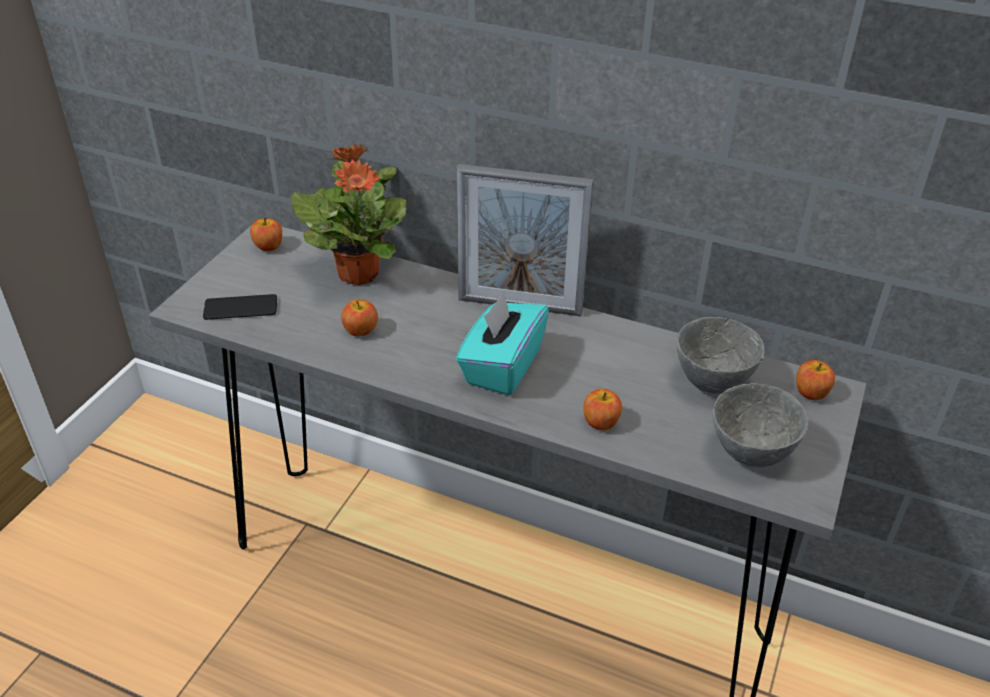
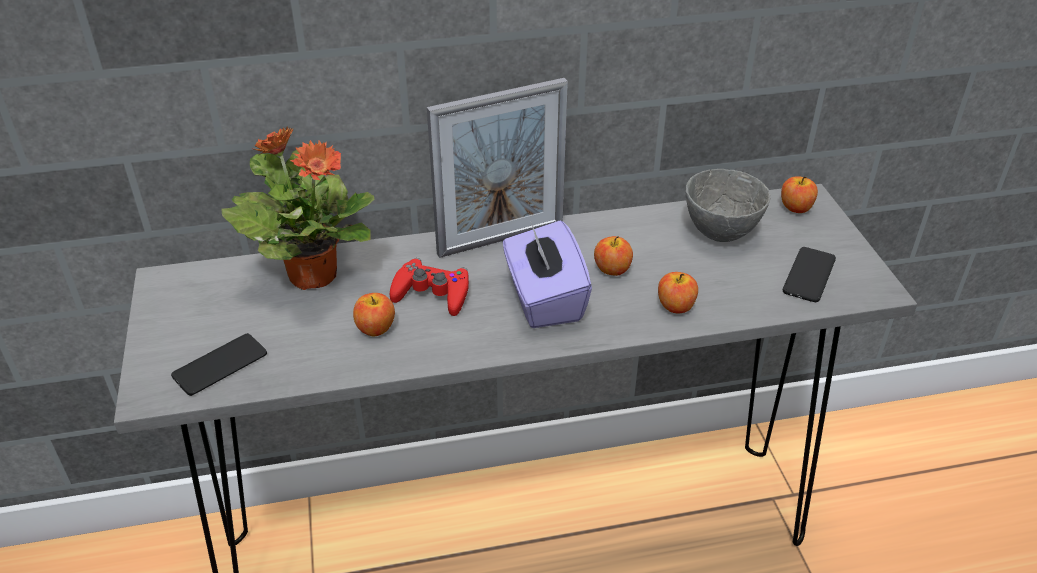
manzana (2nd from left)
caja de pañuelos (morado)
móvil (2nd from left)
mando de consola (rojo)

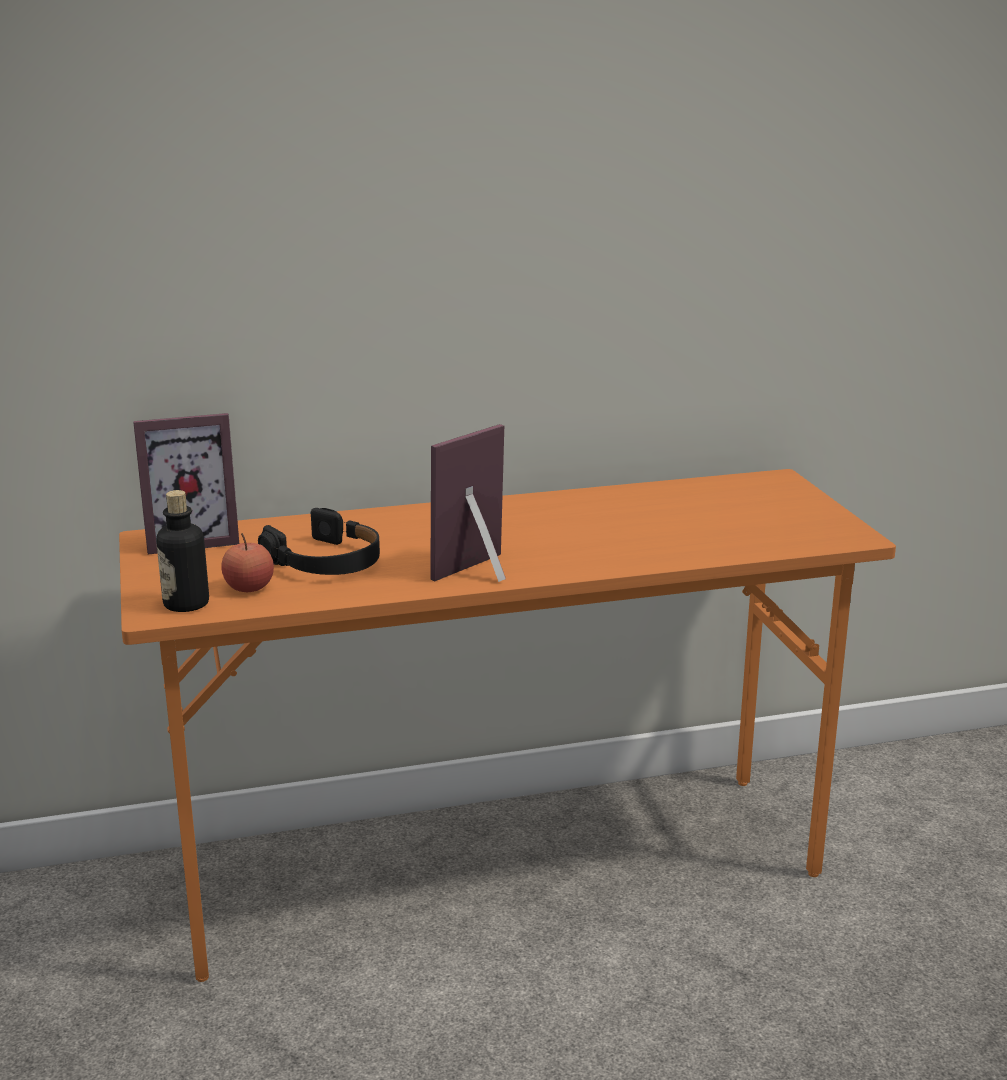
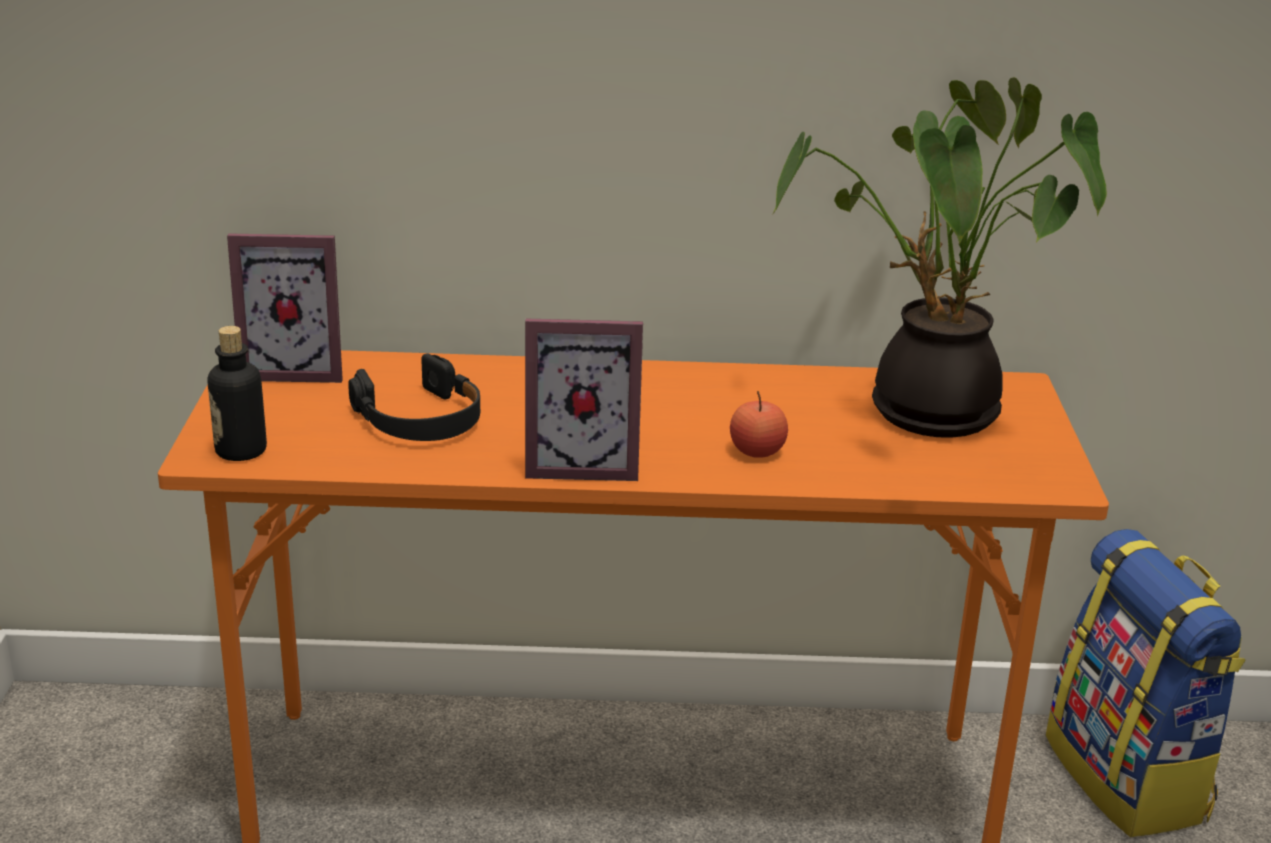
manzana
portarretratos (2nd from left)
planta en maceta
mochila

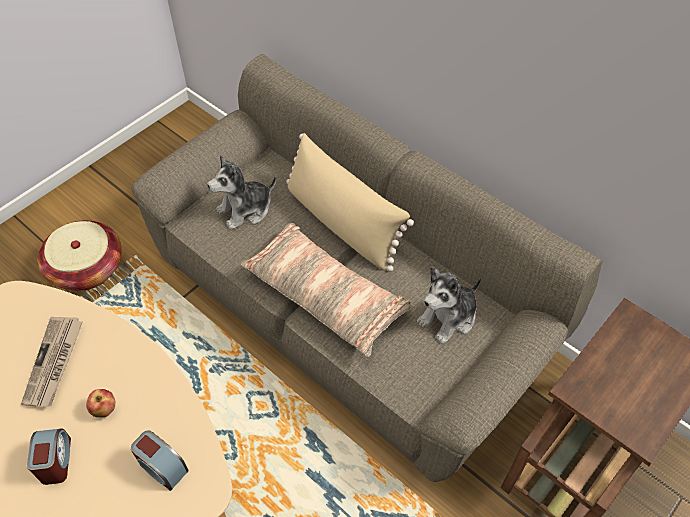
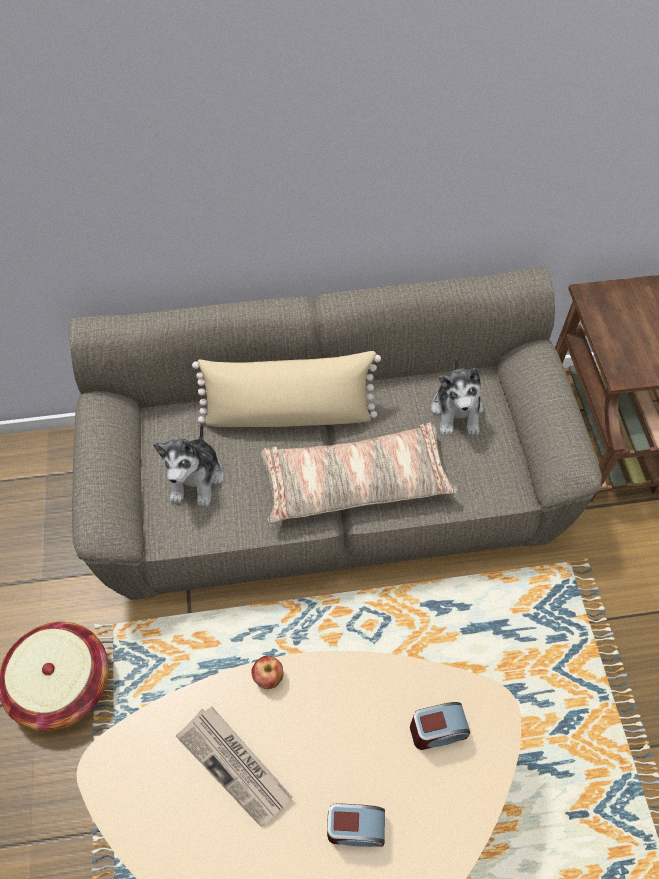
despertador (1st from left)
manzana

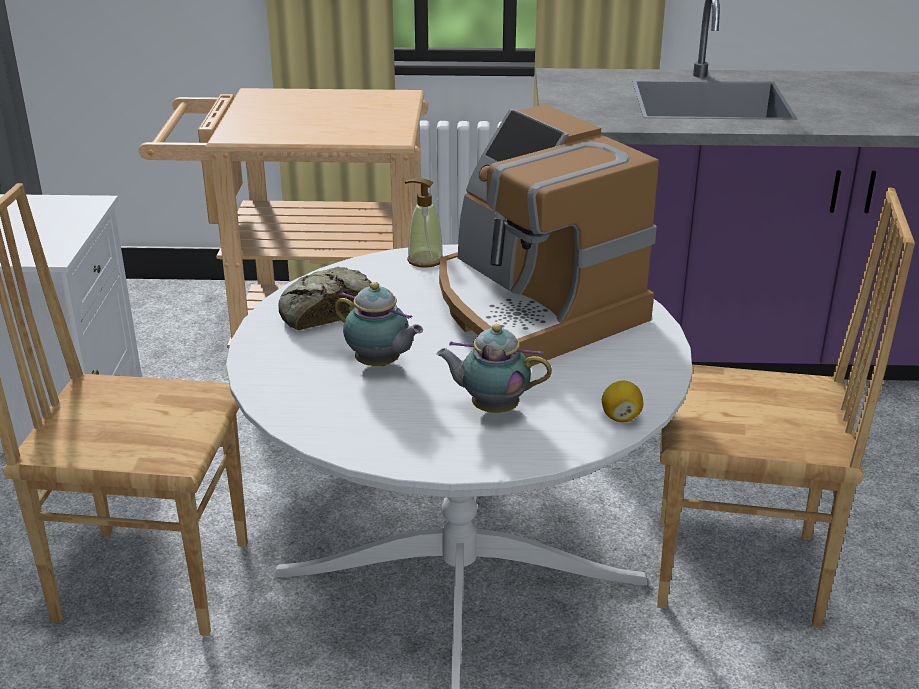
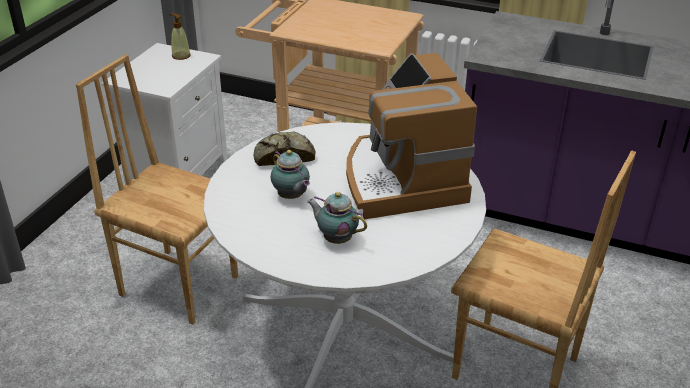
dispensador de jabón
limón

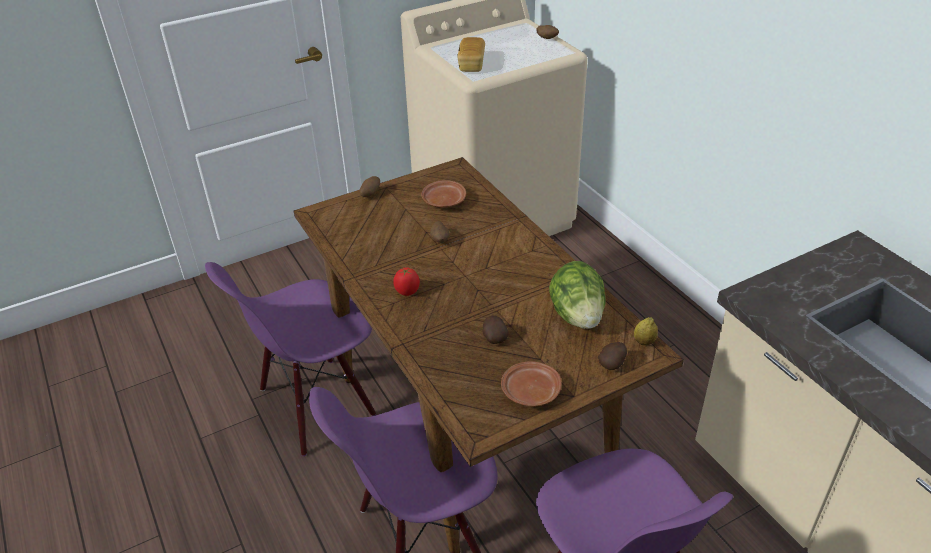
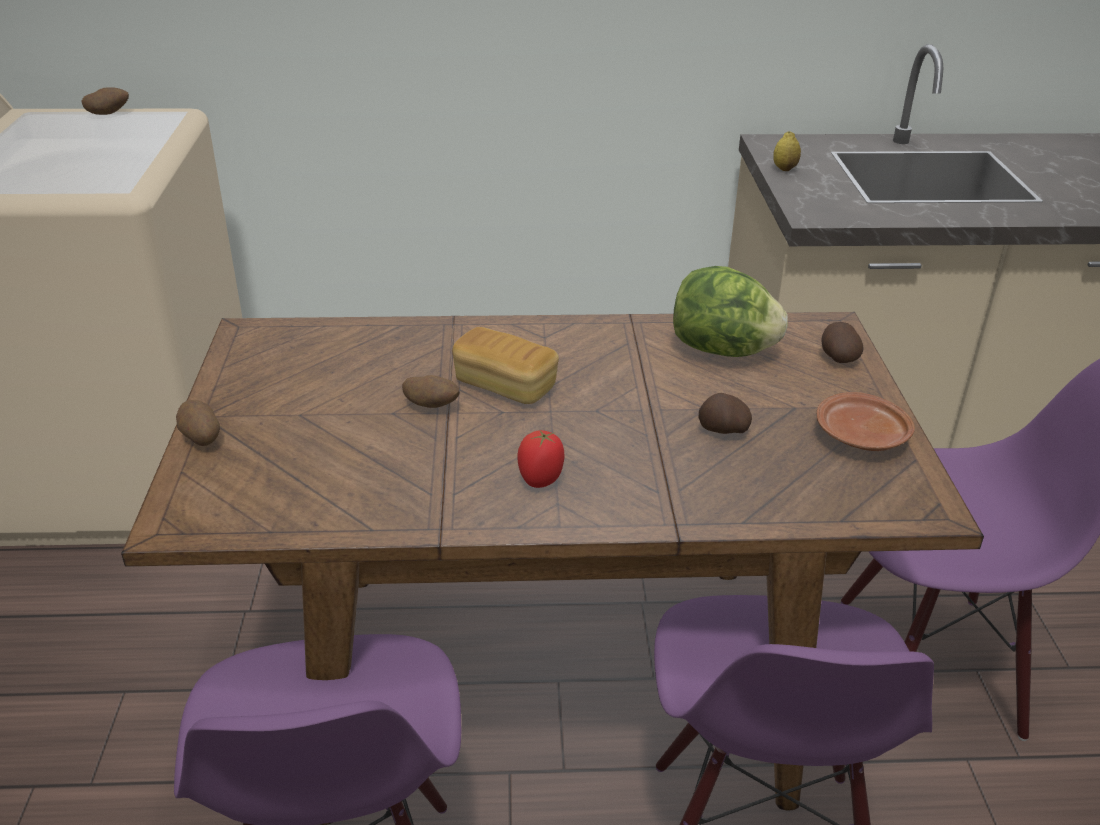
plato (marrón) (1st from left in the first image)
pan
limón

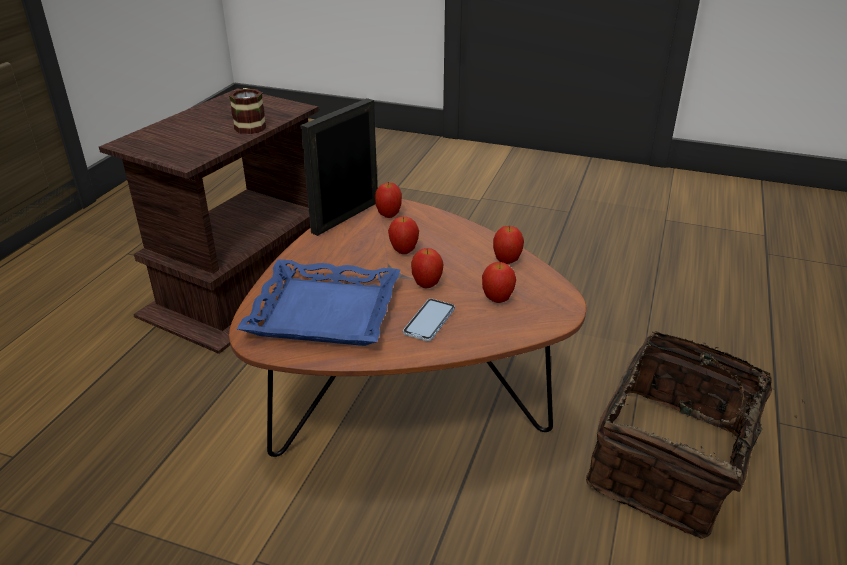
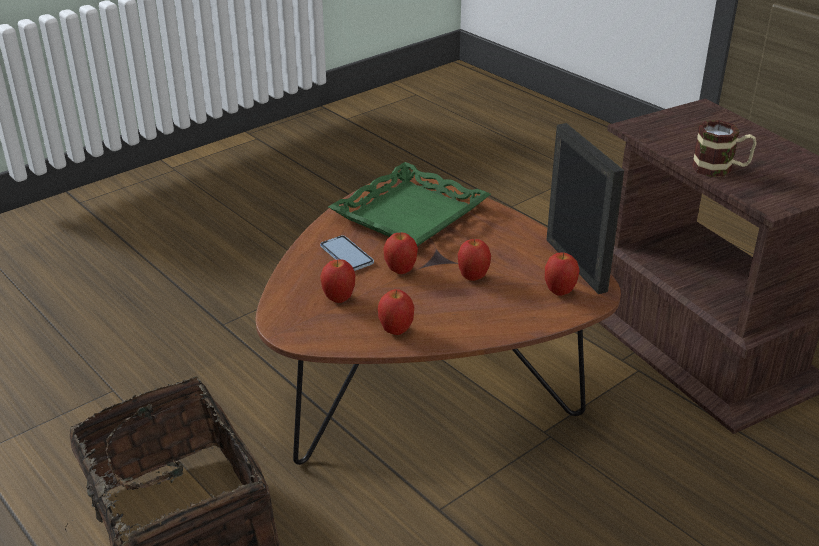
bandeja (verde)

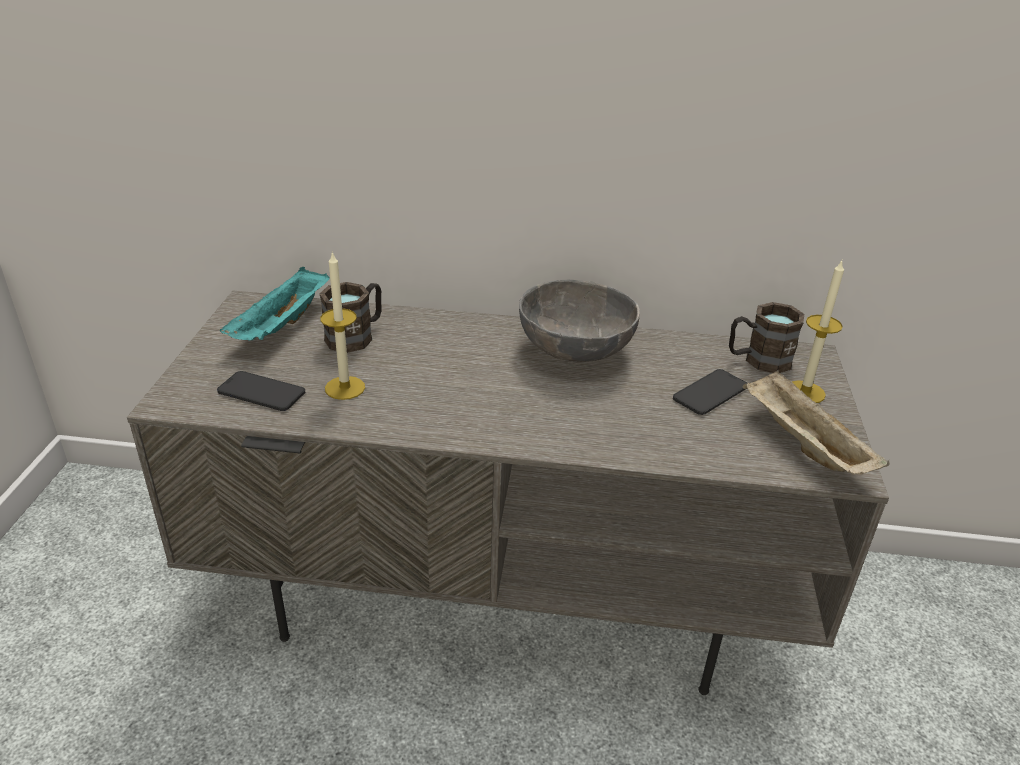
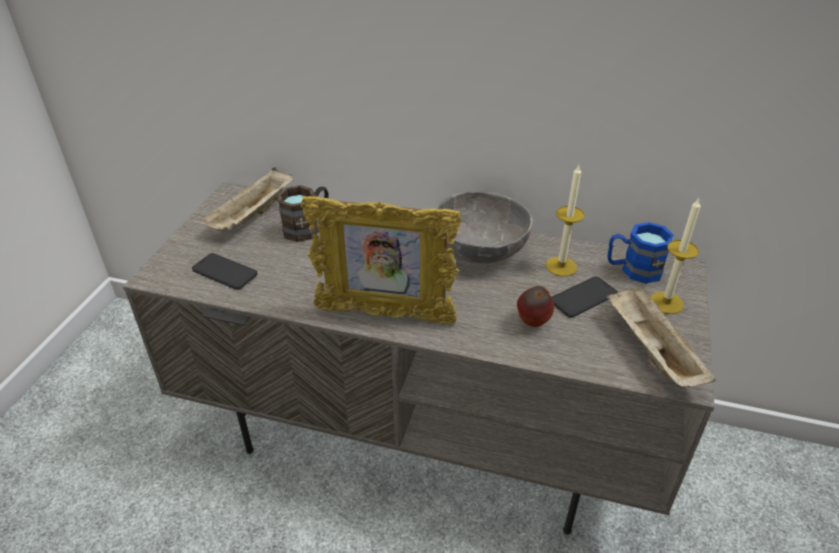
bandeja (beis) (1st from left)
vela (1st from left)
taza grande (azul)
portarretratos
manzana

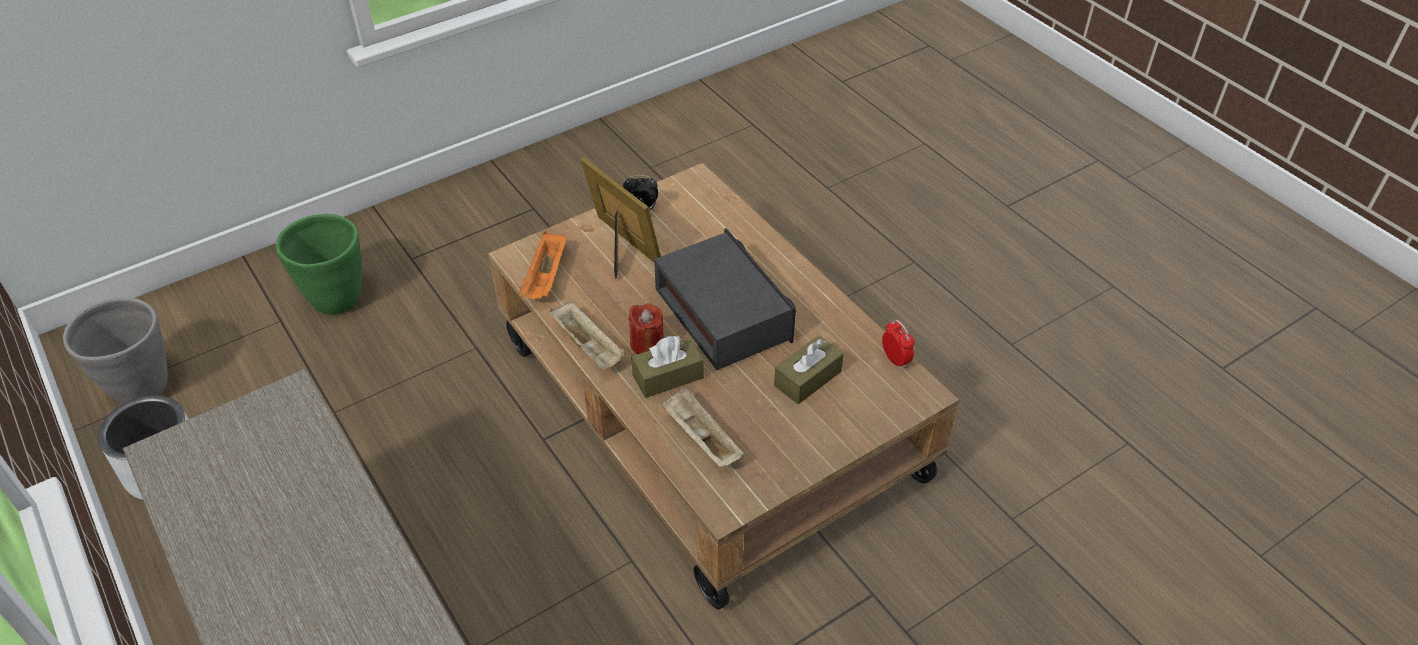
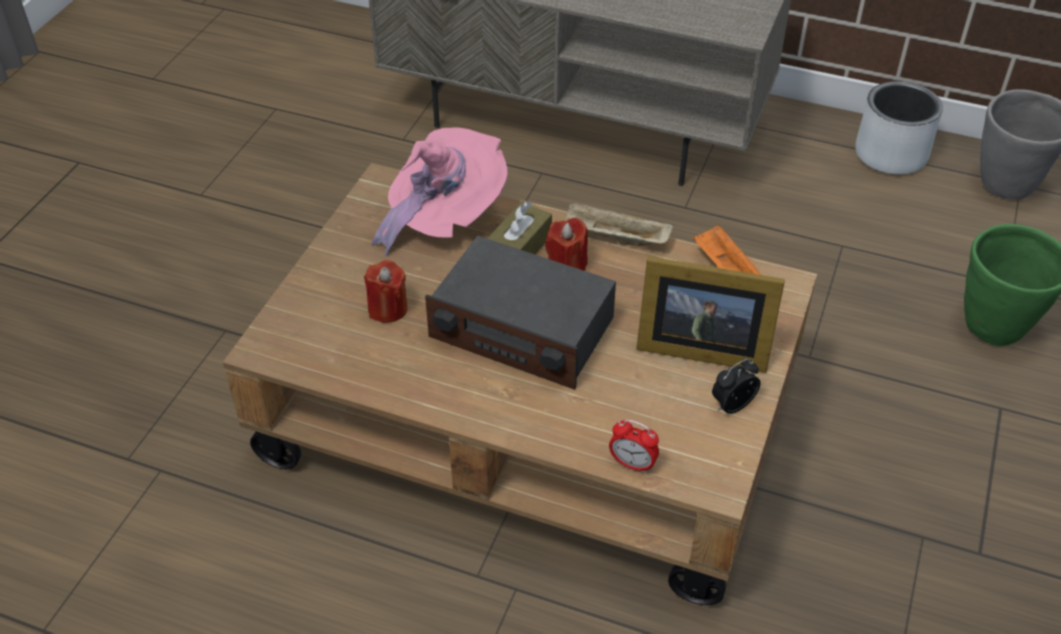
sombrero (rosa)
vela (rojo) (1st from left)
despertador (1st from left)

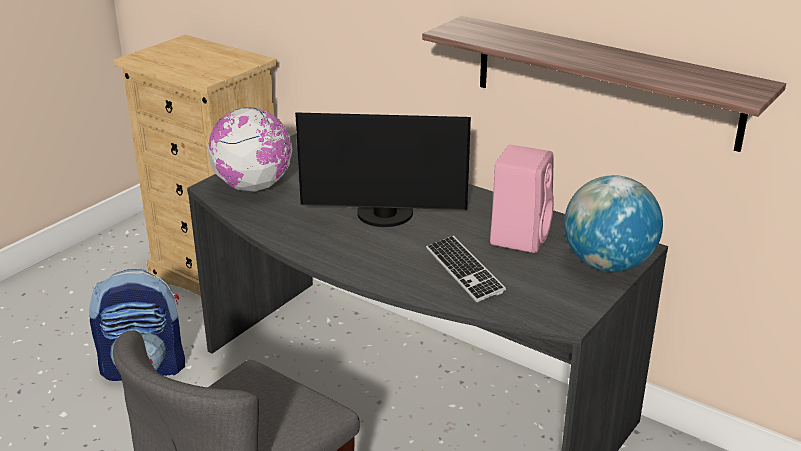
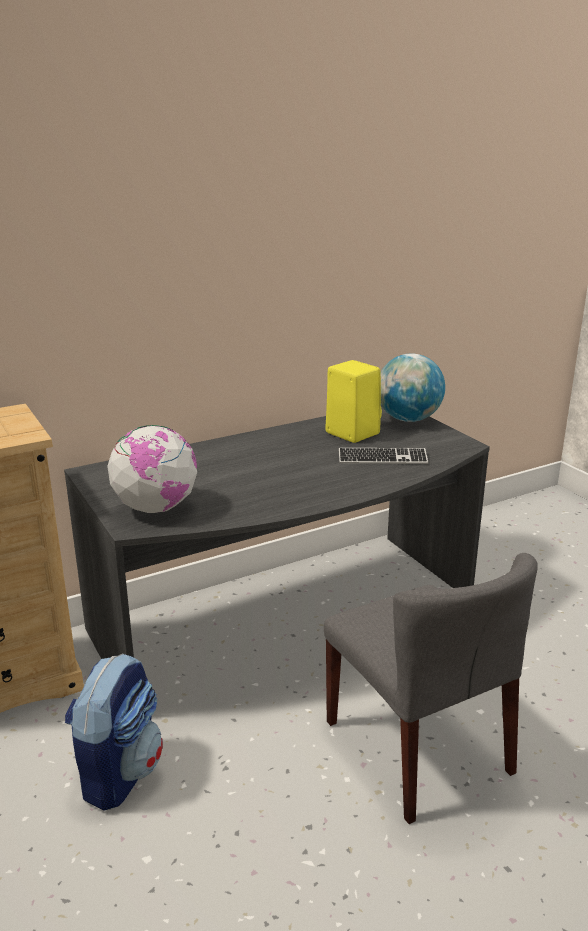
monitor
estante
altavoz (amarillo)

